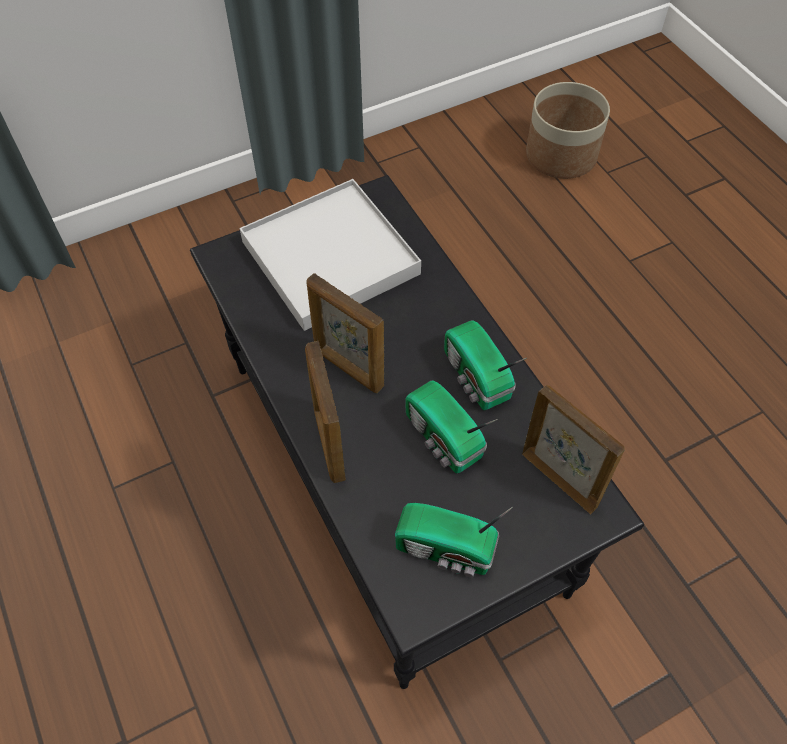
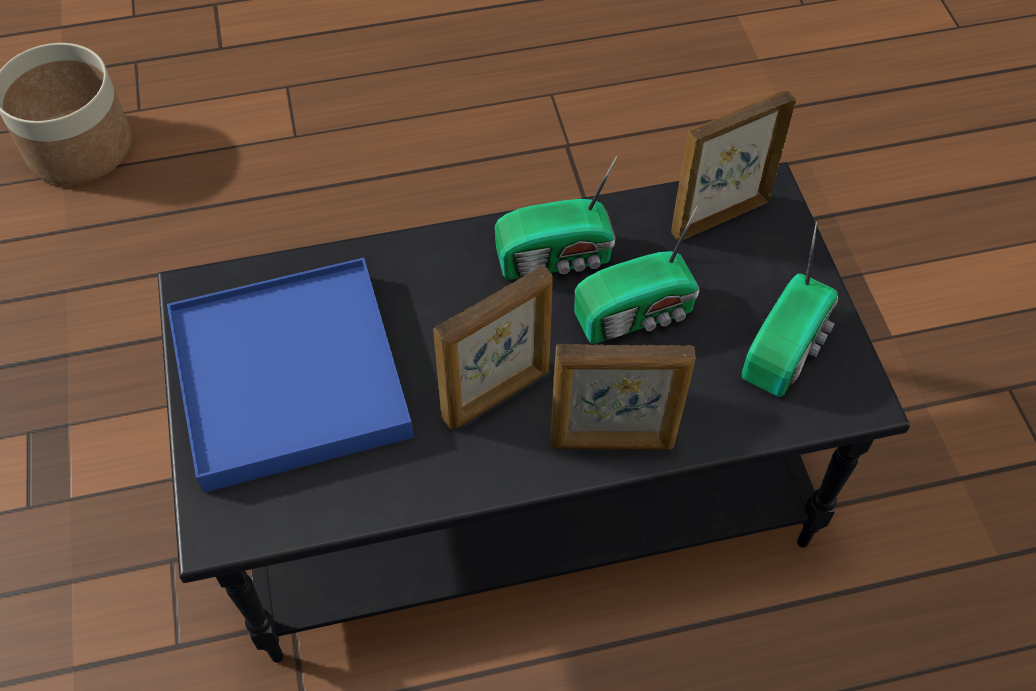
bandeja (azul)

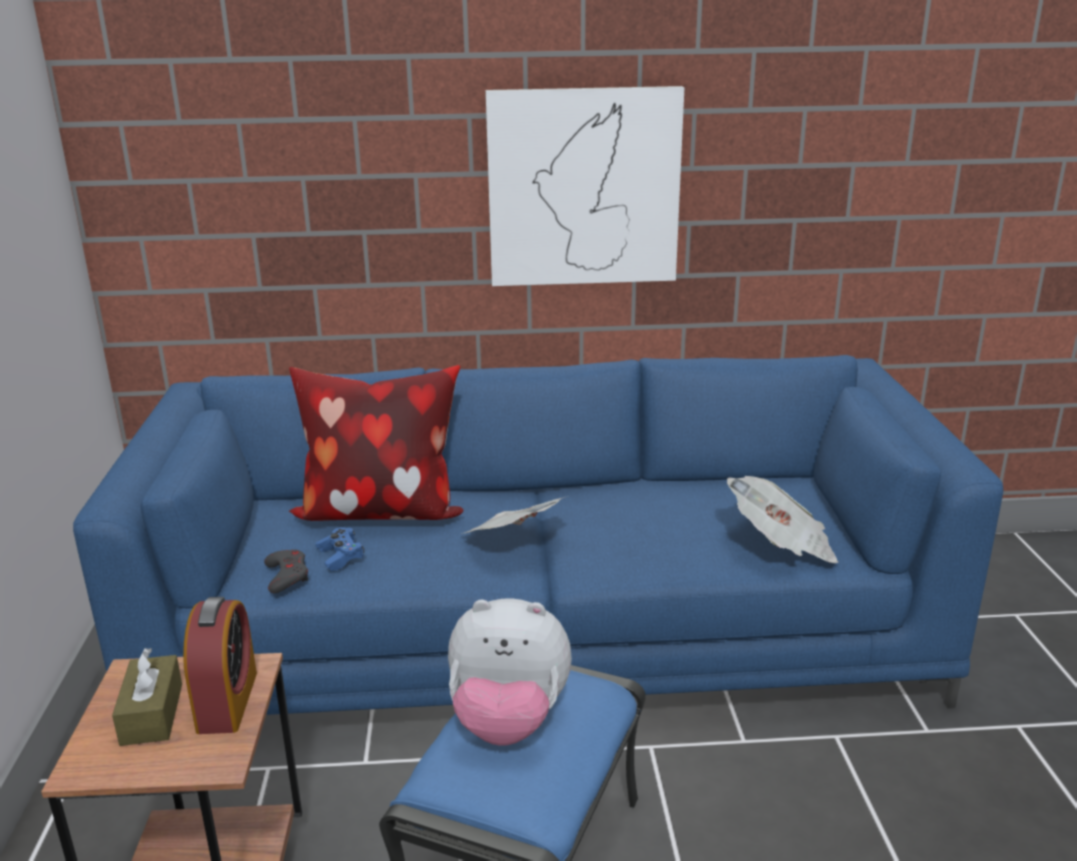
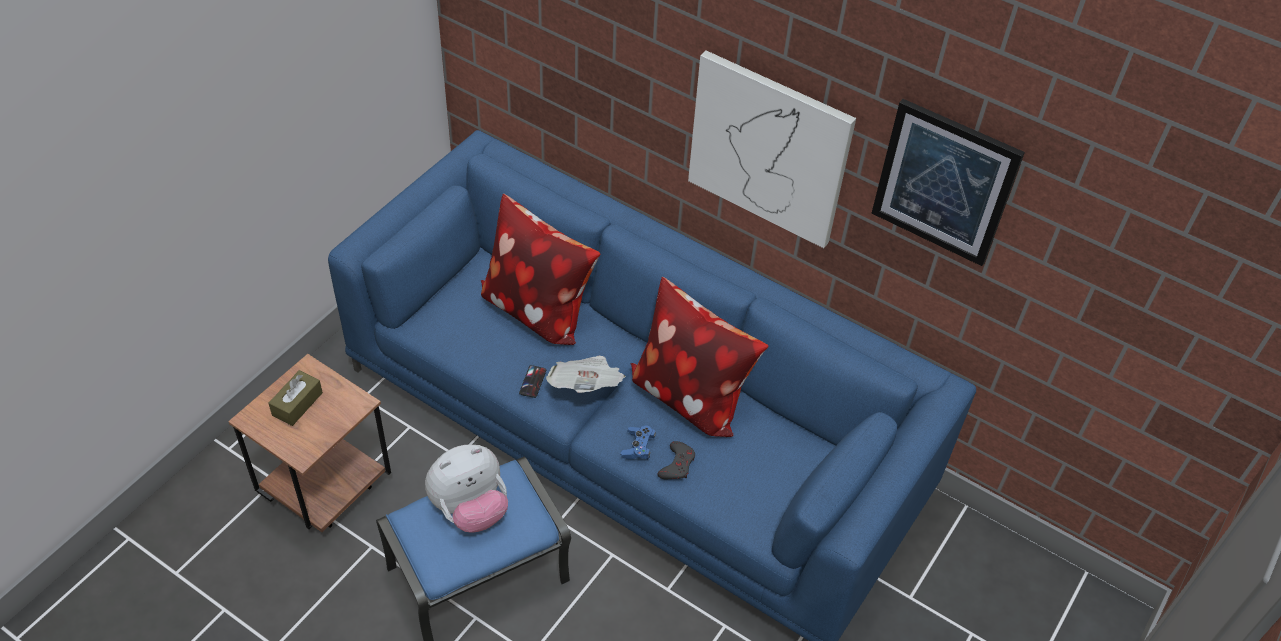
despertador
mando de consola (gris)
mando de consola (azul)
peluche
periódico (2nd from left in the first image)
móvil
cojín (2nd from left)
cuadro (2nd from left)

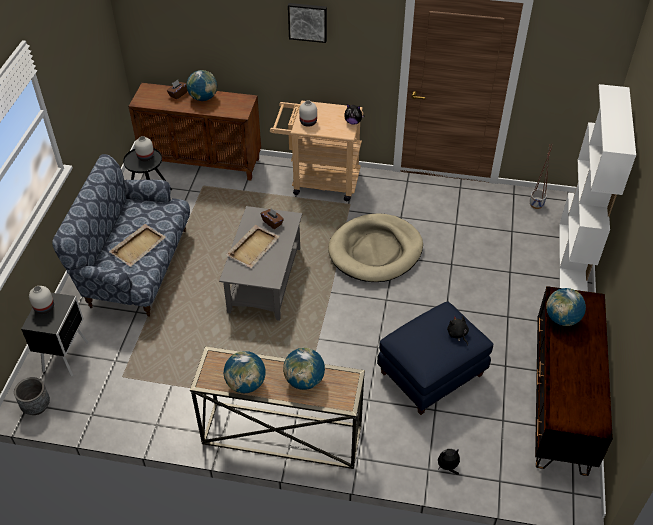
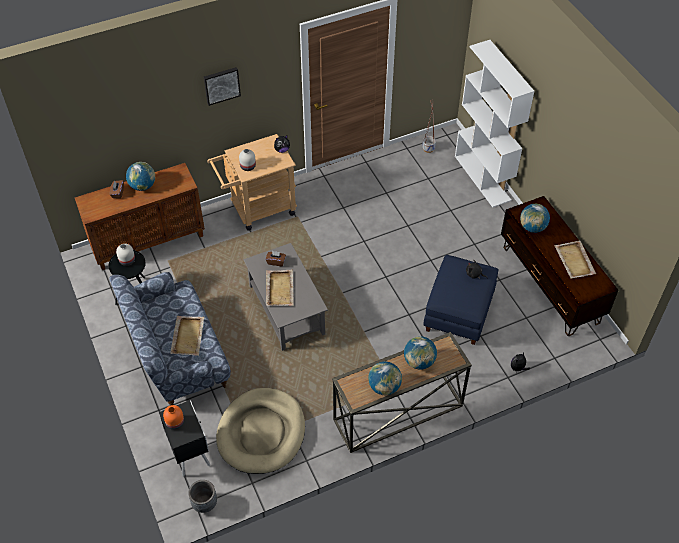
florero (naranja)
cama para perro (beis)
bandeja (beis) (3rd from left)

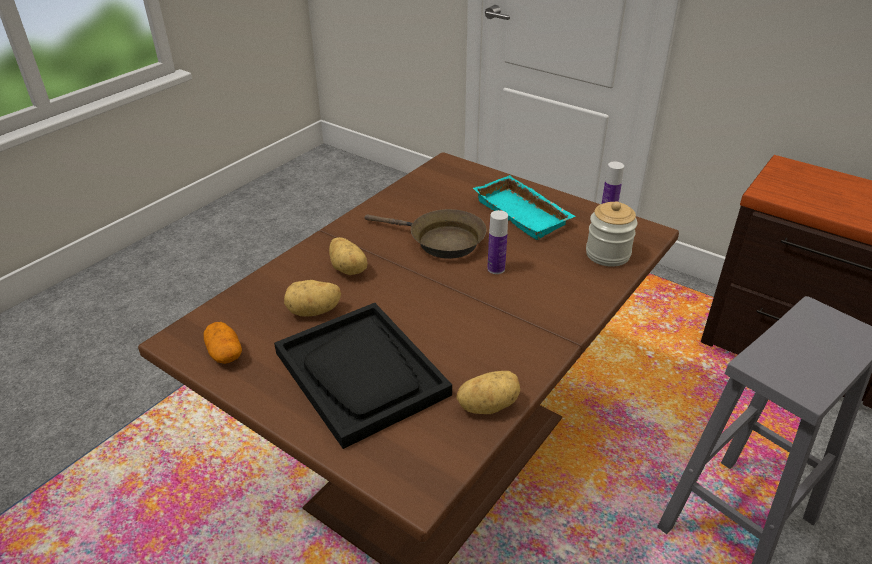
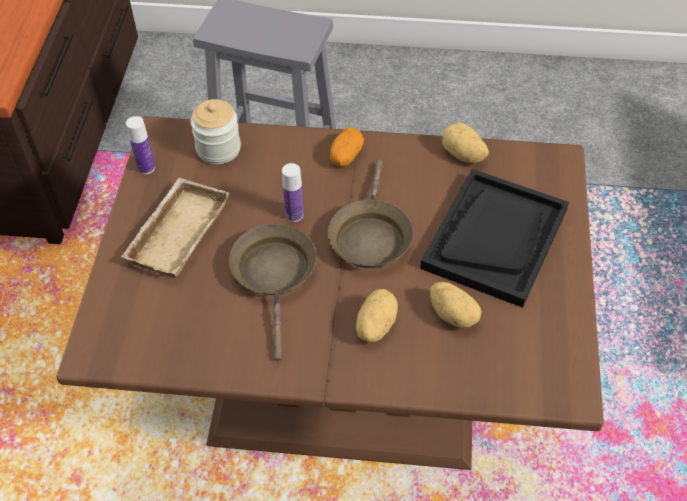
patata (1st from left)
bandeja (beis)
sartén (marrón) (2nd from left)

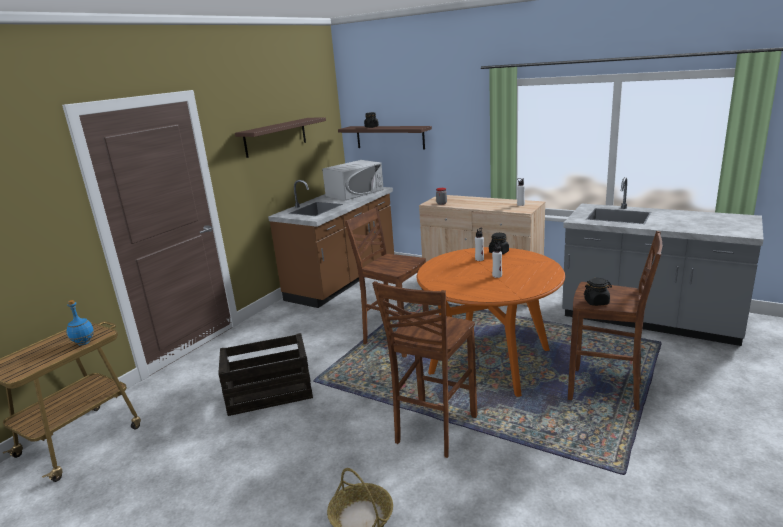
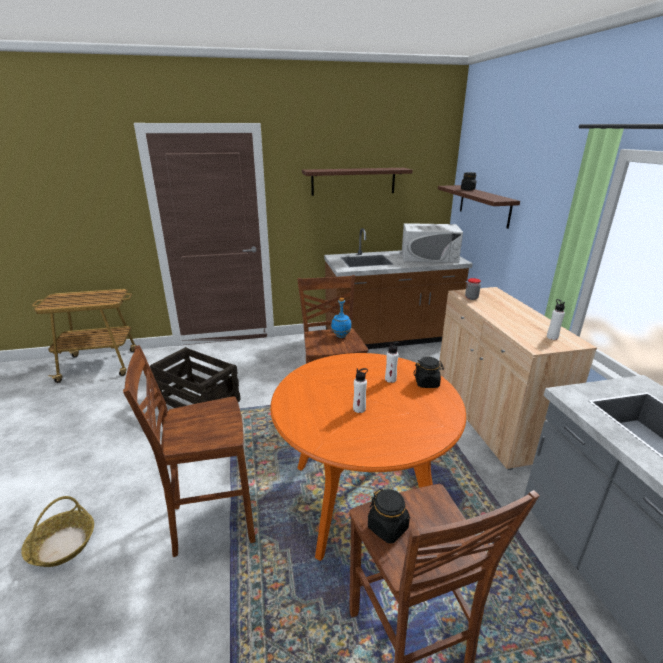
botella (azul)

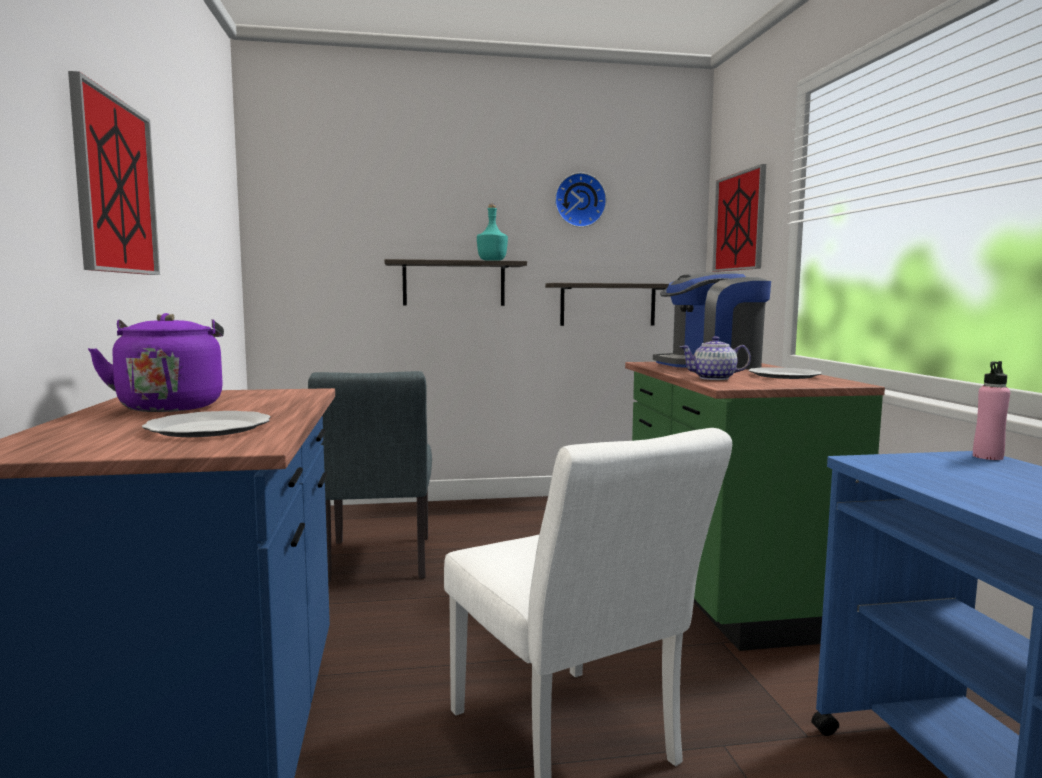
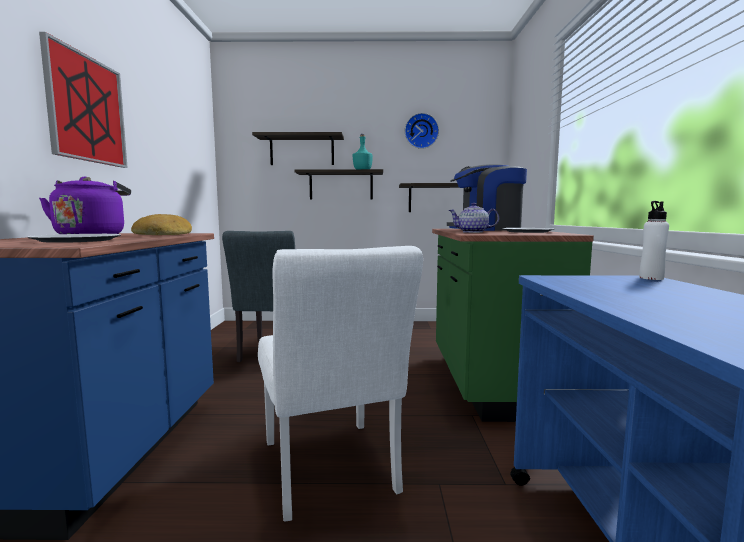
cuadro (2nd from left in the first image)
botella (blanco)
pan
estante (1st from left)

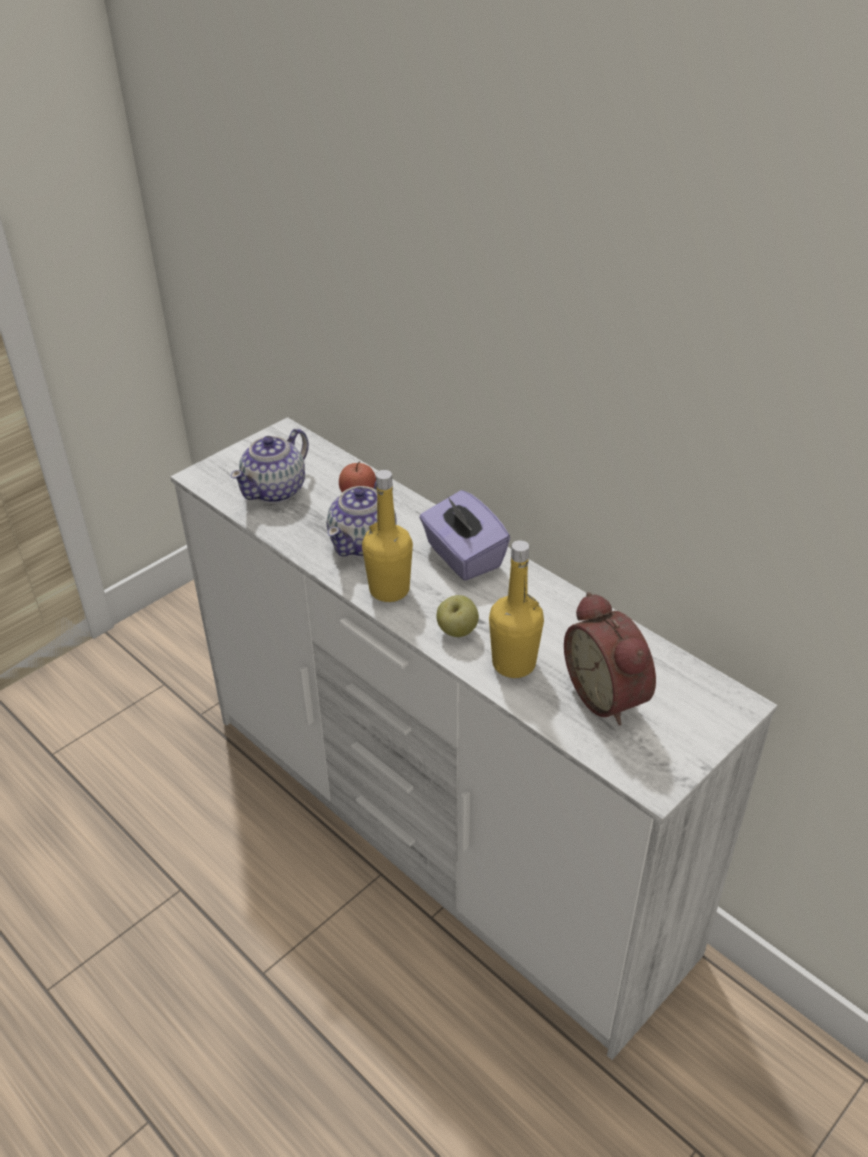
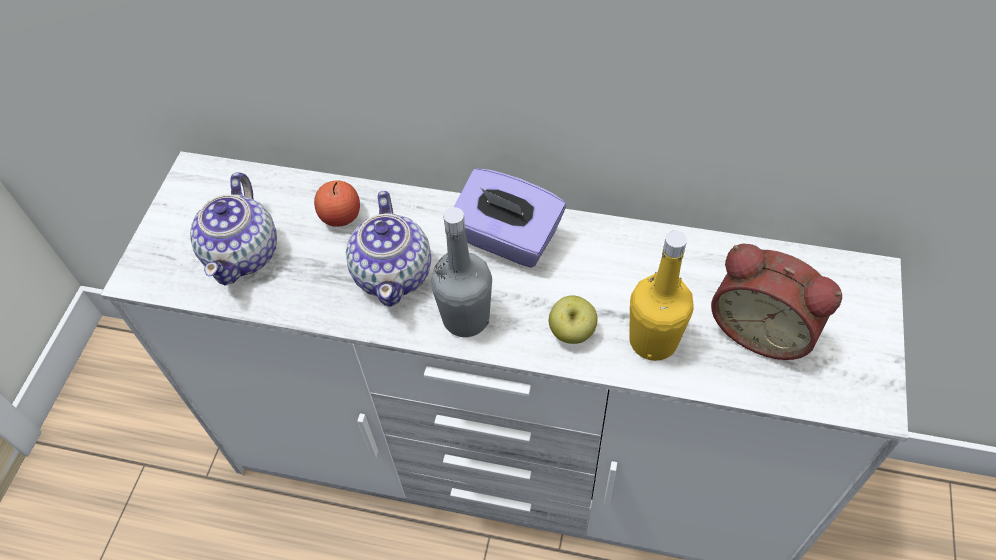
botella (gris)

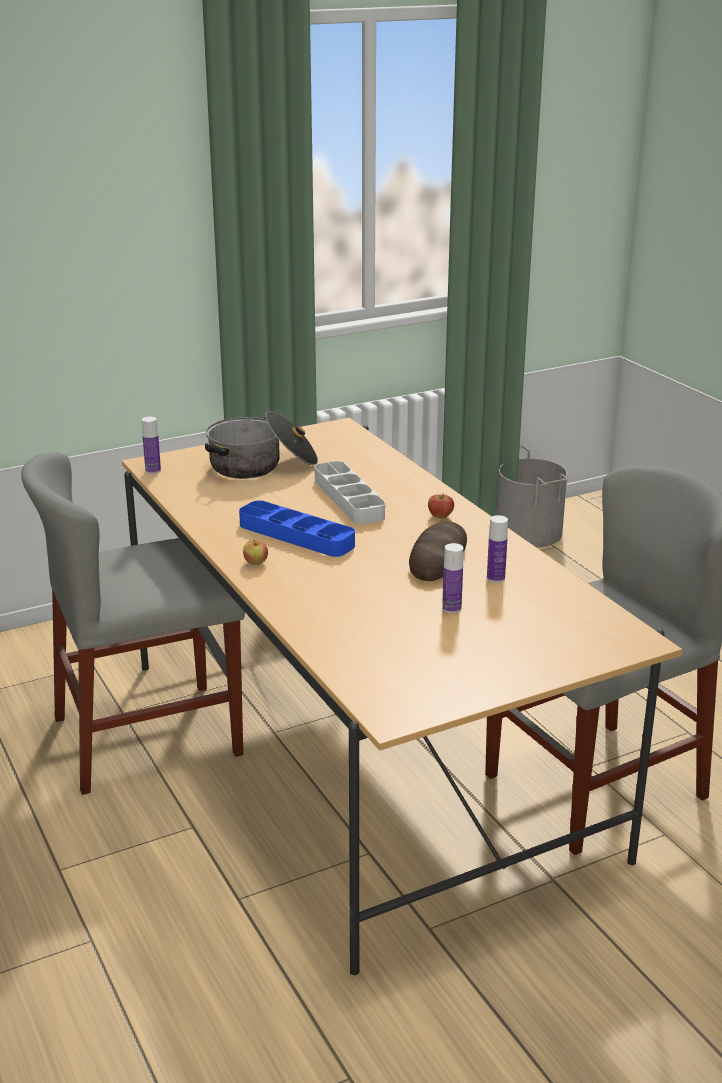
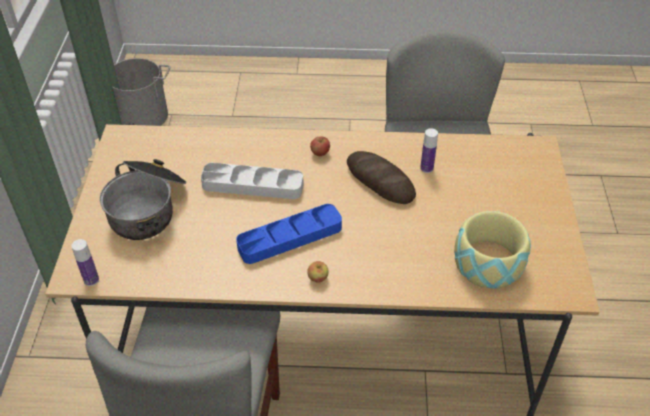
botella (2nd from left in the first image)
cuenco

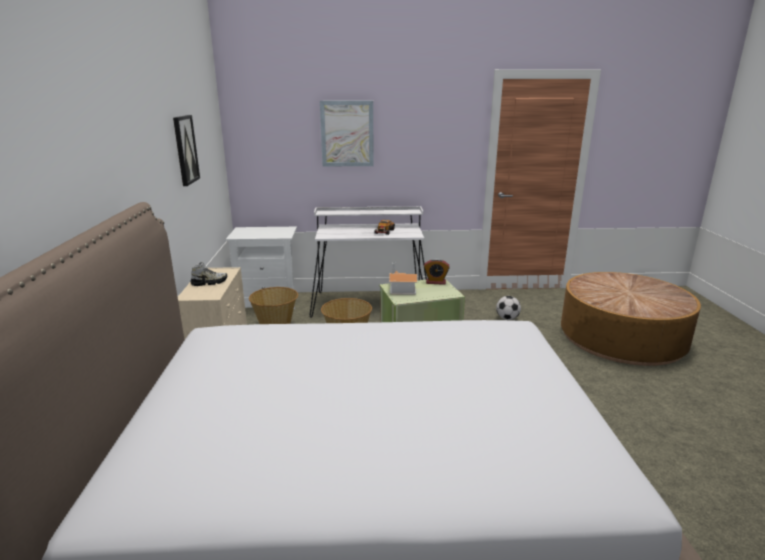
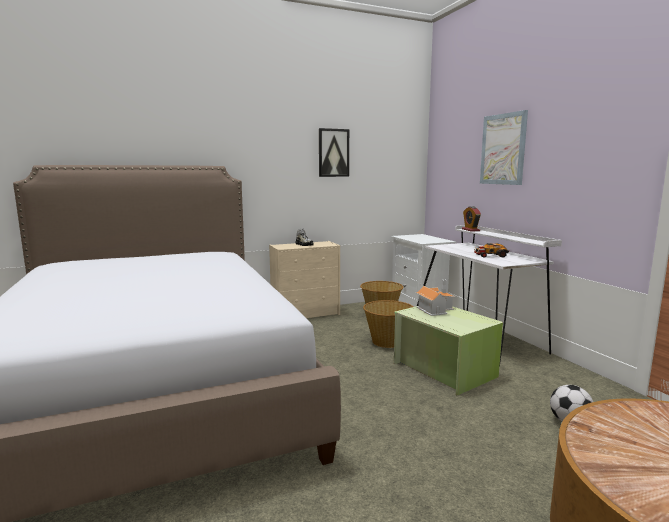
despertador

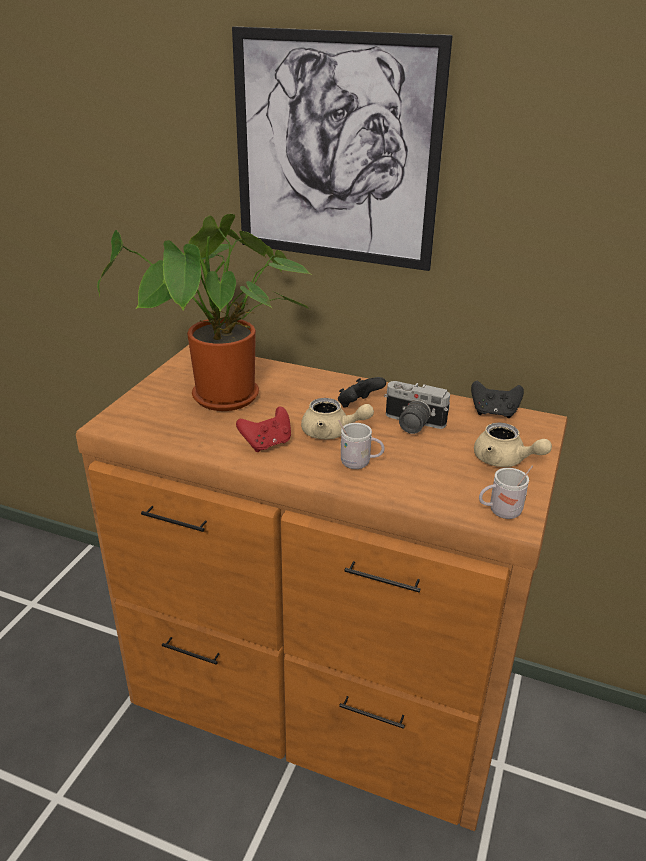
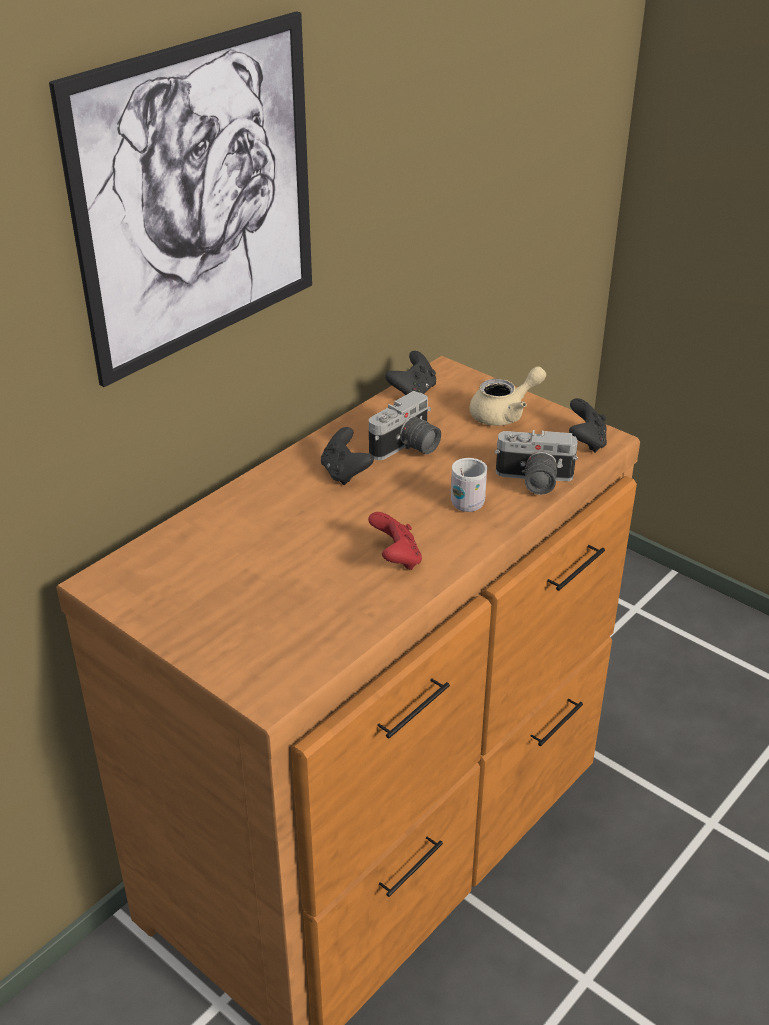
planta en maceta
tetera (beis) (1st from left in the first image)
mando de consola (negro) (3rd from left)
cámara (2nd from left)

